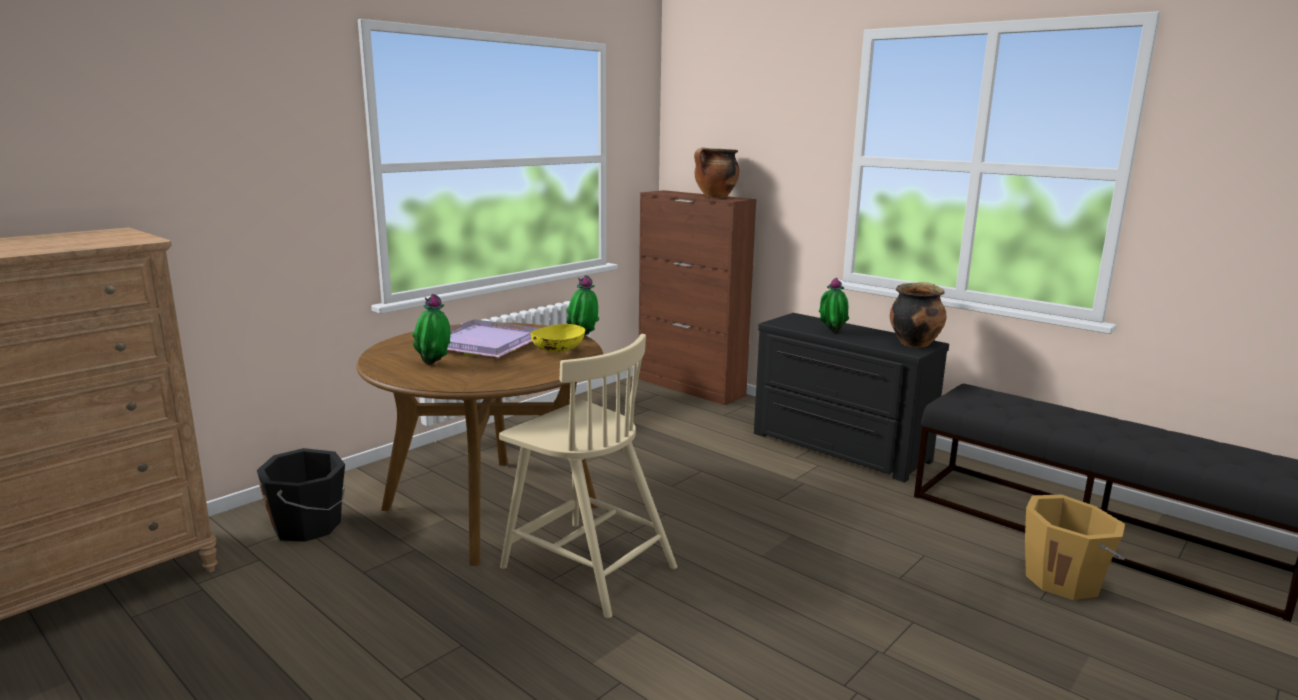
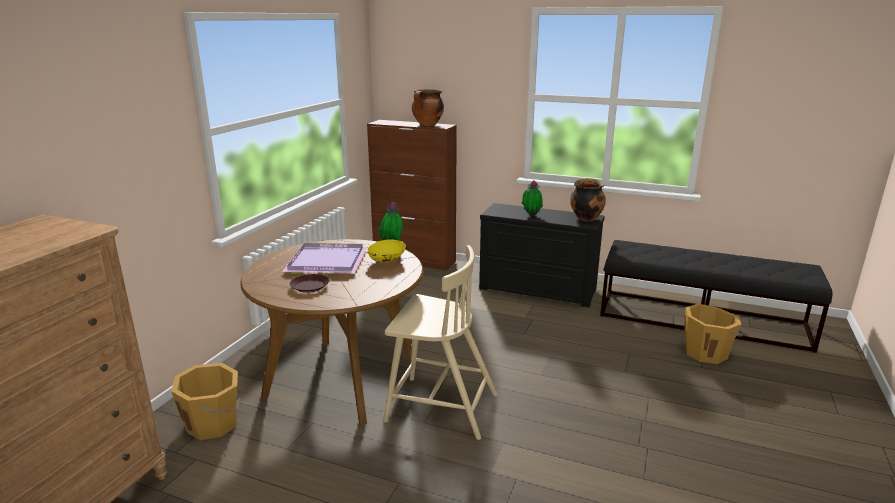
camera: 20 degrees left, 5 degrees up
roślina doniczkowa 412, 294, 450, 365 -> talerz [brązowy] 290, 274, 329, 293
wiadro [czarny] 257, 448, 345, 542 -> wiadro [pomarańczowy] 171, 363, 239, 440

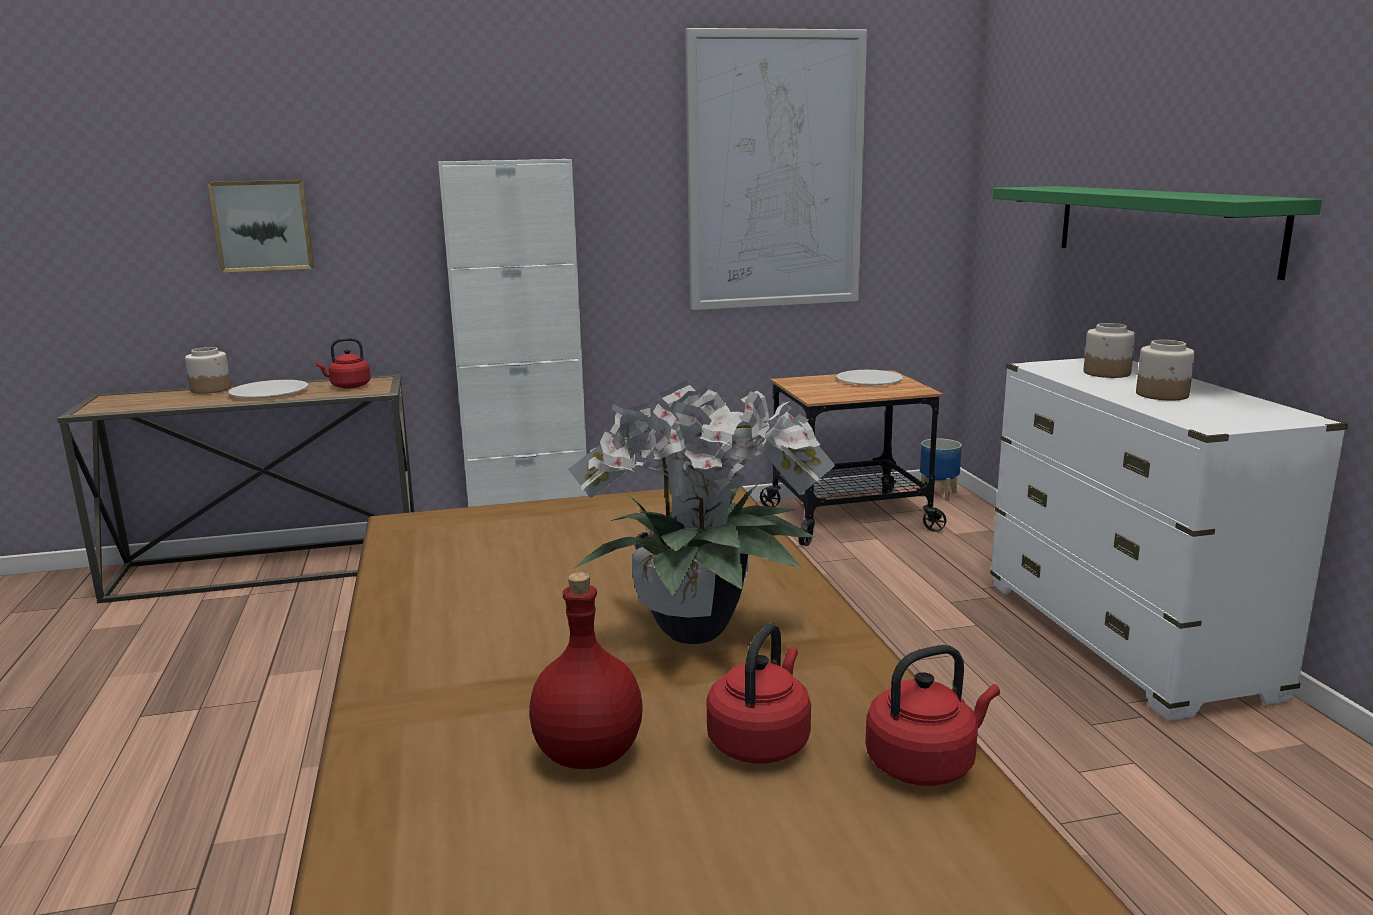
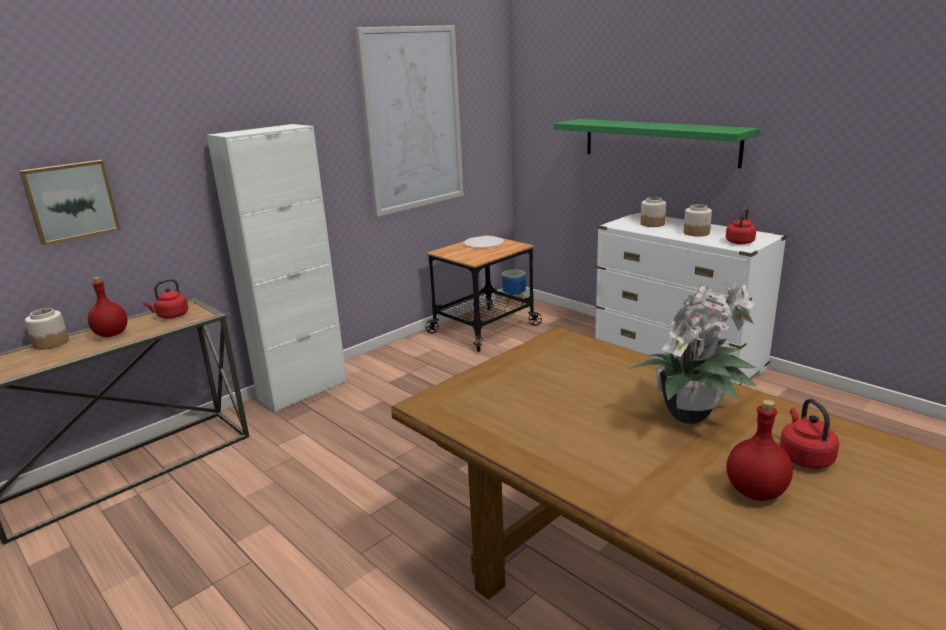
camera: 30 degrees left, 5 degrees up
talerz [biały] 229, 380, 308, 398 -> butelka [czerwony] 88, 277, 127, 337
czajnik [czerwony] 865, 645, 1000, 786 -> czajnik [czerwony] 726, 208, 756, 244, relocated

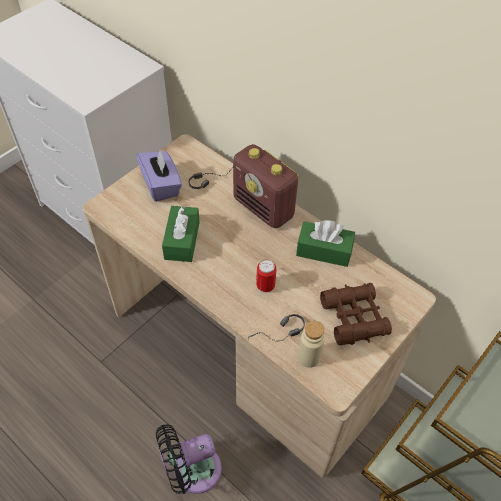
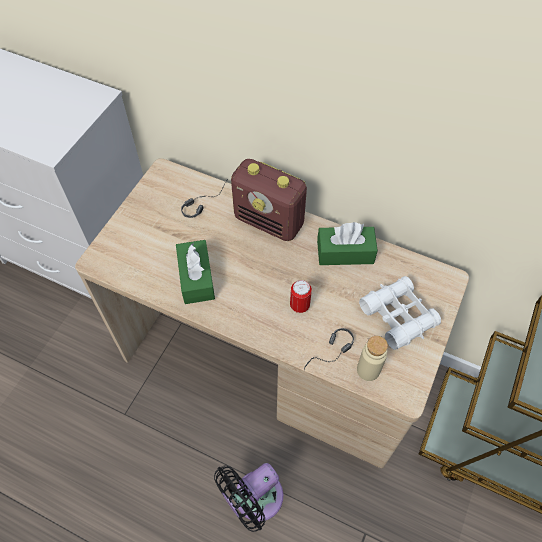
camera: 15 degrees left, 5 degrees up
pudełko chusteczek [fioletowy] 137, 150, 182, 202 -> none
lornetka [brązowy] 320, 283, 392, 345 -> lornetka [biały] 359, 276, 441, 350

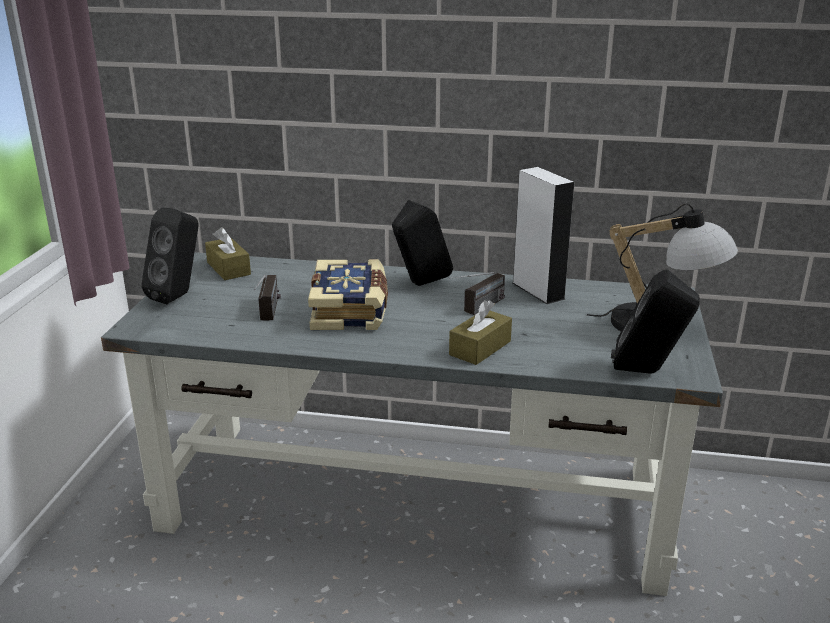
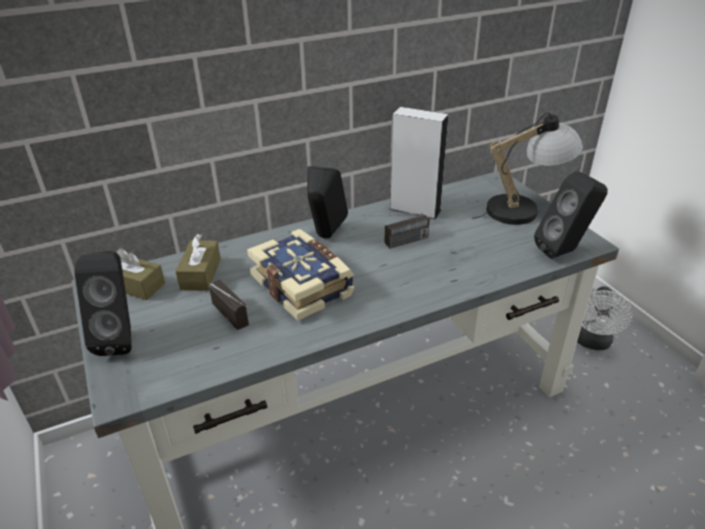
camera: 35 degrees left, 10 degrees up
radio 448, 272, 505, 315 -> radio 363, 213, 429, 248, 60 degrees clockwise
pudełko chusteczek [brązowy] 449, 300, 512, 365 -> pudełko chusteczek [brązowy] 175, 234, 221, 291, relocated
none -> wentylator [biały] 577, 287, 633, 350

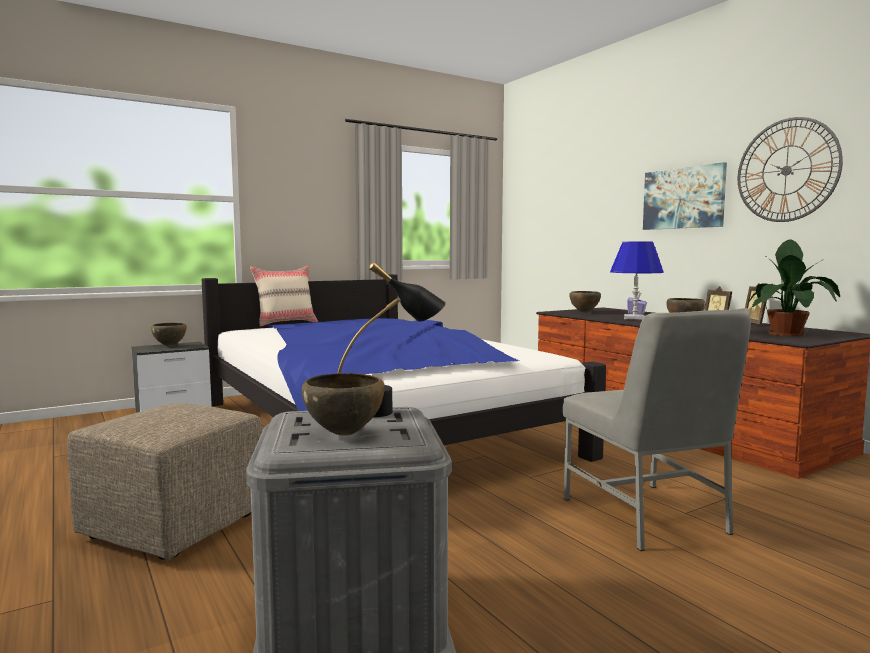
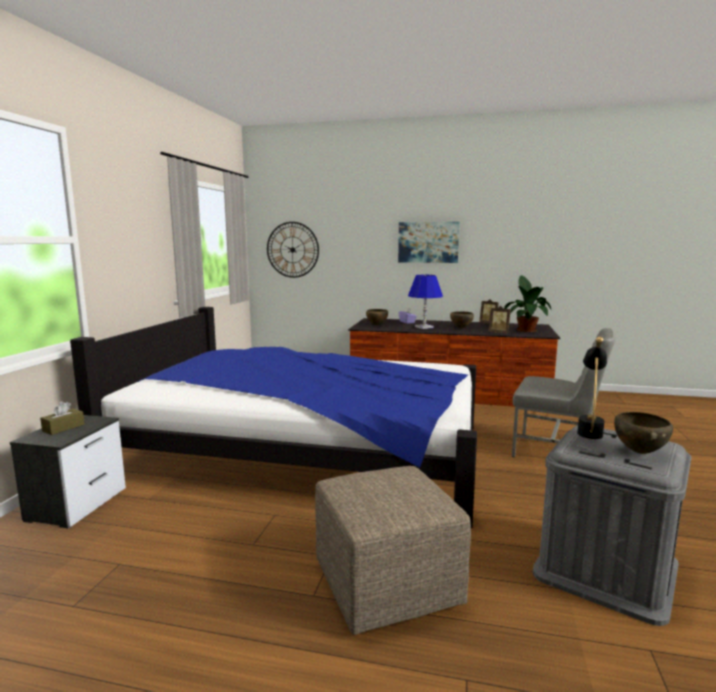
camera: 45 degrees left, 5 degrees up
zegar ścienny 738, 117, 843, 222 -> zegar ścienny 267, 222, 319, 278, relocated
poduszka [beżowy] 250, 266, 318, 326 -> none
miska [brązowy] 151, 323, 187, 346 -> pudełko chusteczek [brązowy] 40, 401, 85, 435

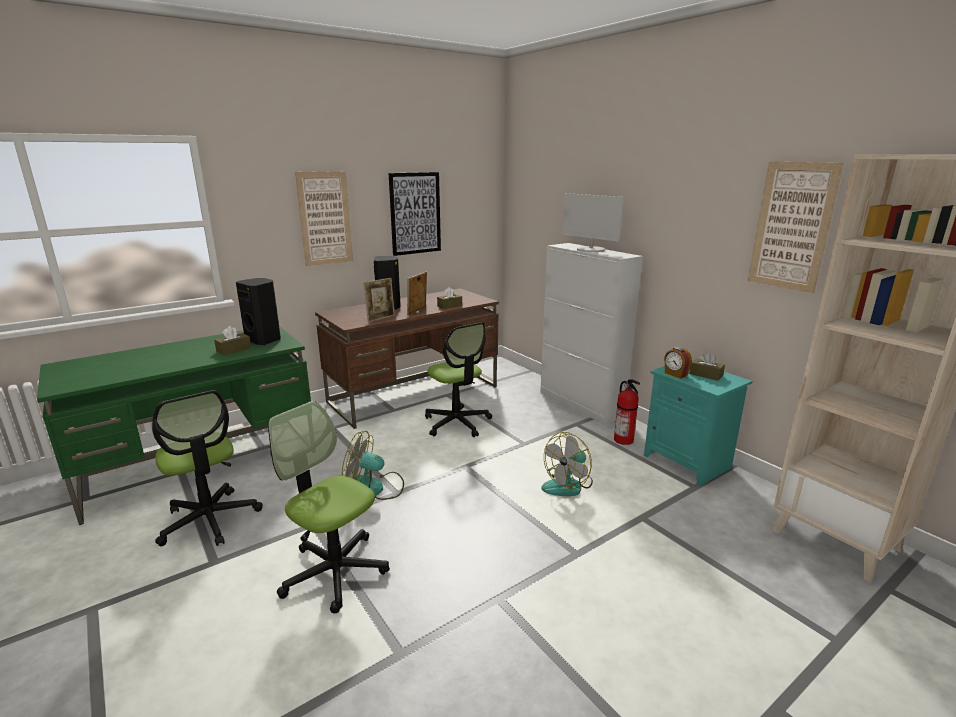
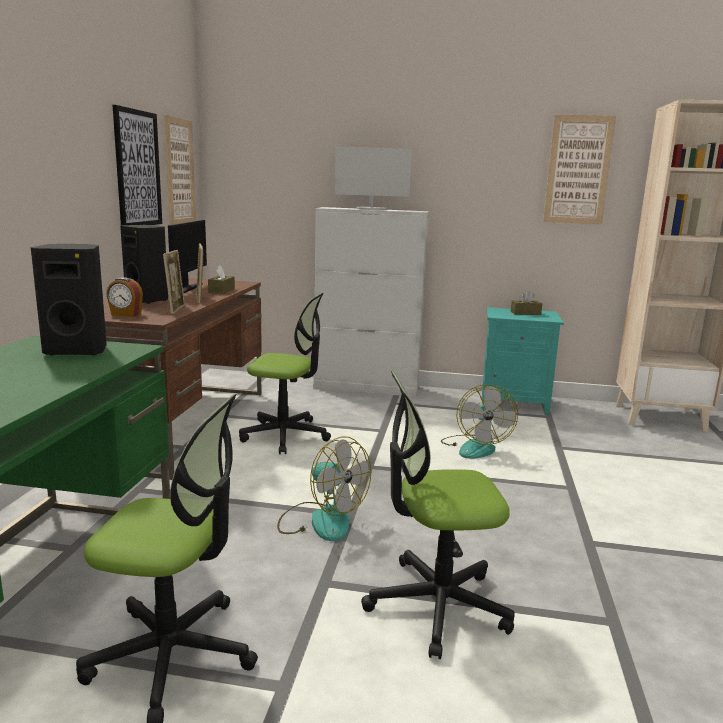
camera: 45 degrees left, 5 degrees down
obraz 295, 171, 353, 267 -> obraz 164, 115, 196, 225, relocated
pudełko chusteczek [brązowy] 214, 326, 251, 355 -> none
budzik 664, 347, 692, 379 -> budzik 106, 277, 143, 317, relocated
gaśnica 614, 379, 640, 445 -> none
wentylator 342, 431, 404, 500 -> wentylator 277, 436, 371, 541, 105 degrees counterclockwise
none -> monitor 168, 220, 207, 293

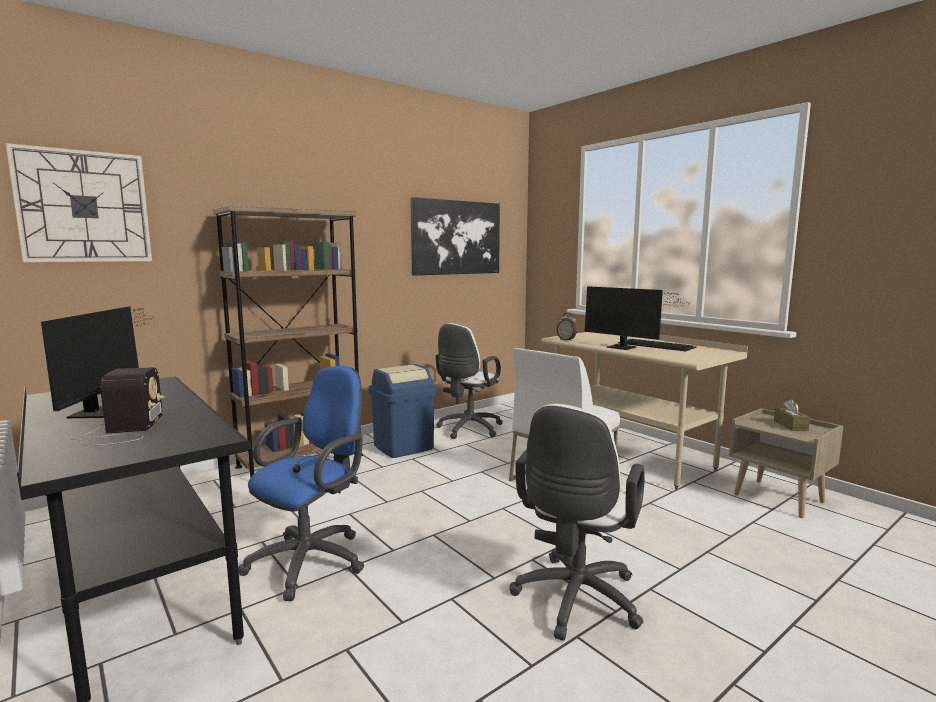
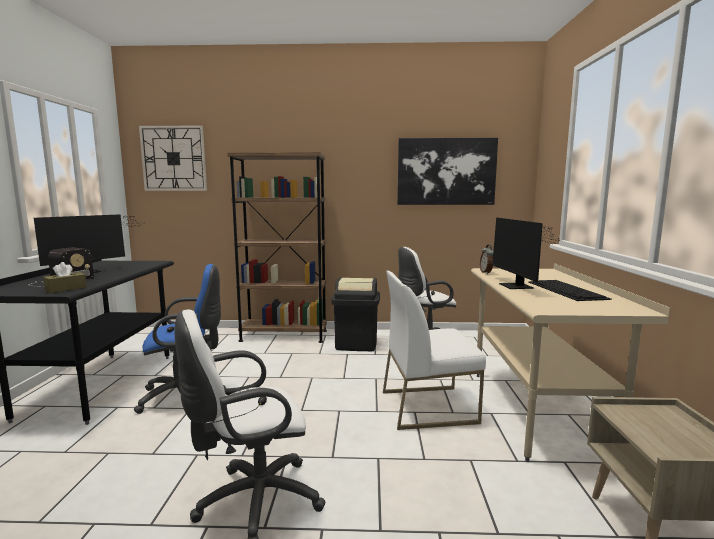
camera: 40 degrees right, 0 degrees up
kosz na śmieci [niebieski] 368, 364, 437, 458 -> kosz na śmieci [czarny] 332, 278, 380, 351
pudełko chusteczek [brązowy] 774, 399, 810, 431 -> pudełko chusteczek [brązowy] 43, 262, 87, 293, relocated

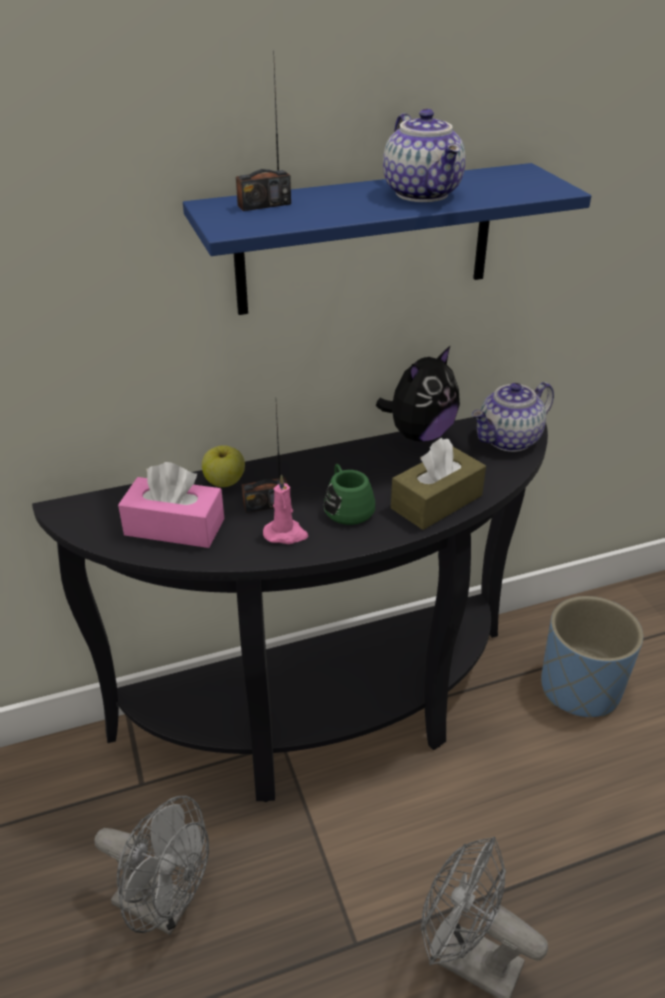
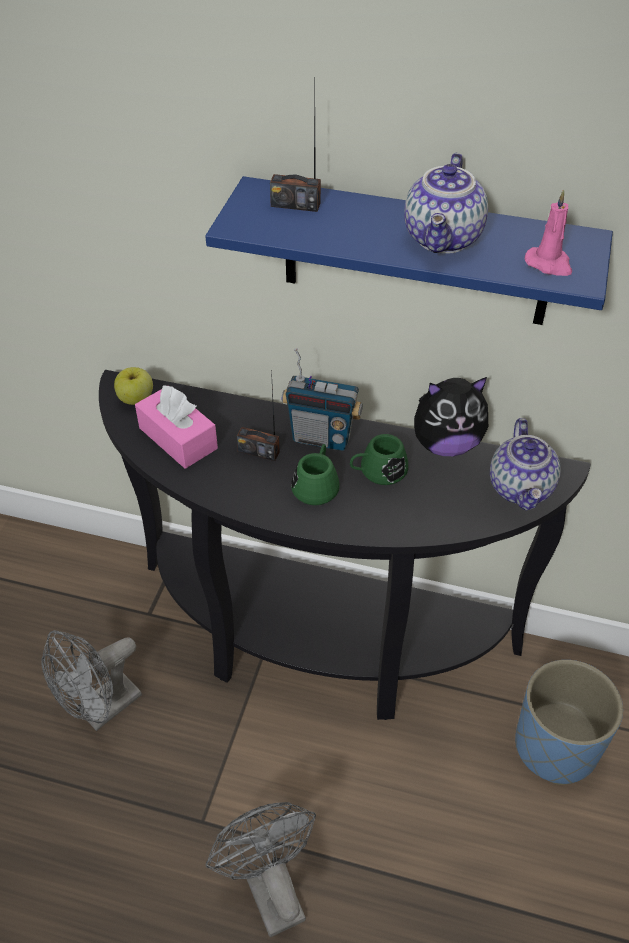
camera: 35 degrees right, 10 degrees up
imbryk 472, 382, 554, 452 -> imbryk 490, 418, 561, 511, 90 degrees counterclockwise
pudełko chusteczek [brązowy] 391, 438, 486, 530 -> none
jabłko 202, 445, 245, 487 -> jabłko 114, 367, 153, 405, relocated
świeca [różowy] 263, 474, 308, 544 -> świeca [różowy] 525, 190, 572, 276, relocated
wentylator [szary] 95, 796, 209, 935 -> wentylator [szary] 41, 630, 142, 731, 75 degrees clockwise
none -> radio 282, 348, 363, 451
none -> kubek [zielony] 350, 434, 408, 485

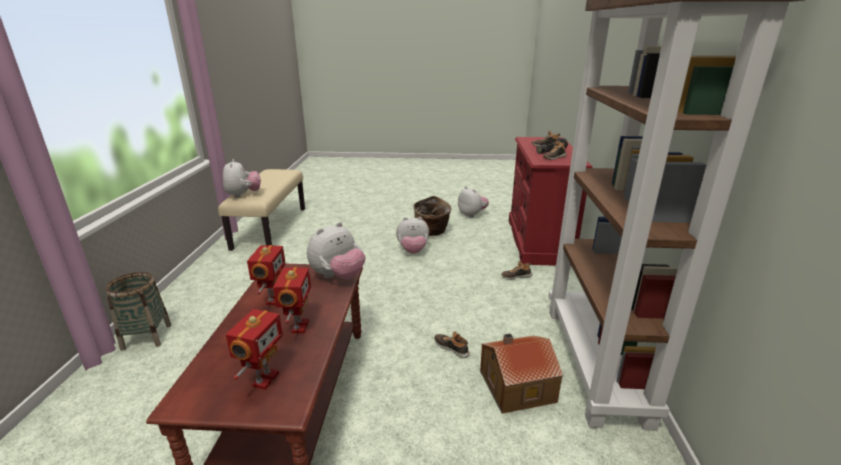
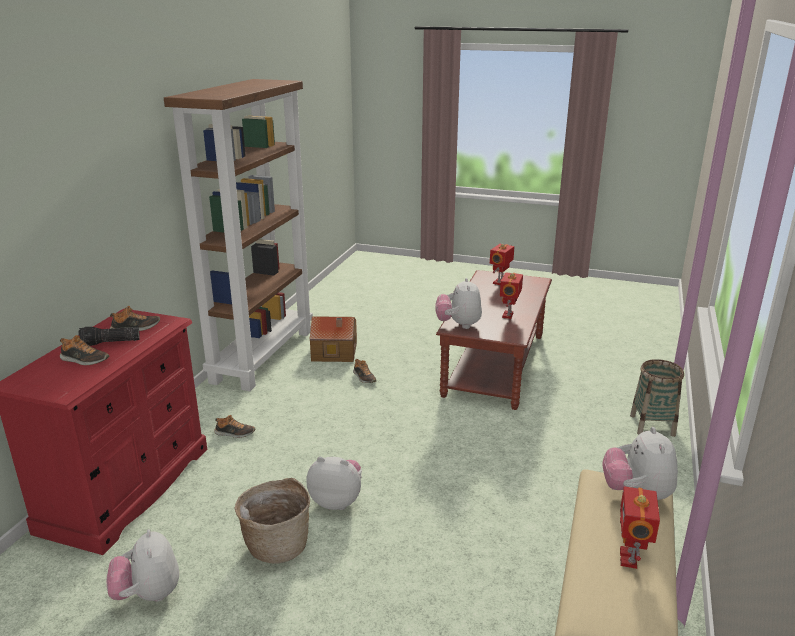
camera: 165 degrees left, 0 degrees up
pluszak 307, 222, 365, 279 -> pluszak 435, 278, 482, 329, 60 degrees counterclockwise
robot zabawkowy 273, 267, 311, 333 -> robot zabawkowy 620, 486, 660, 569, relocated

